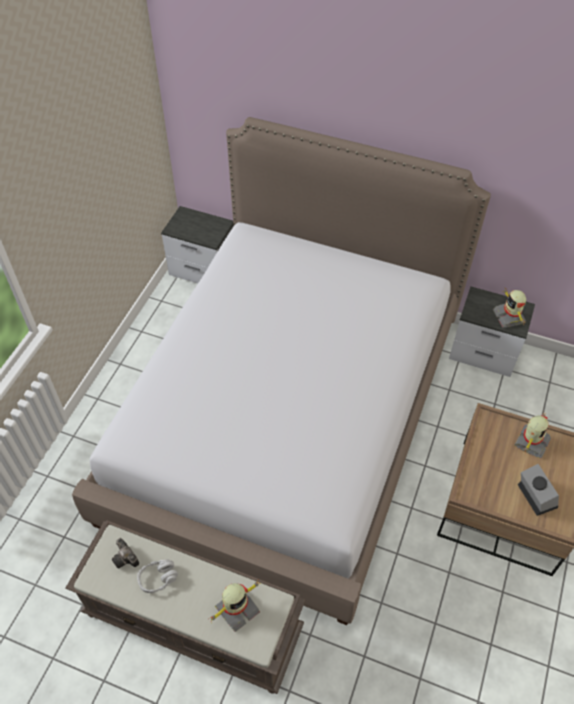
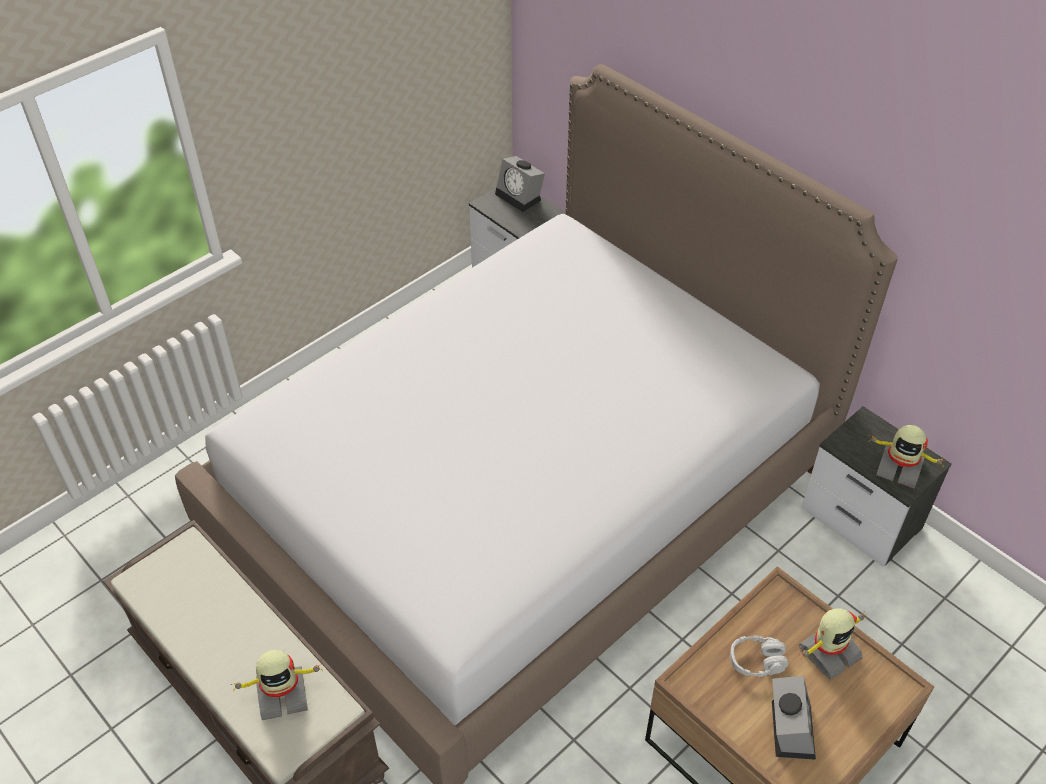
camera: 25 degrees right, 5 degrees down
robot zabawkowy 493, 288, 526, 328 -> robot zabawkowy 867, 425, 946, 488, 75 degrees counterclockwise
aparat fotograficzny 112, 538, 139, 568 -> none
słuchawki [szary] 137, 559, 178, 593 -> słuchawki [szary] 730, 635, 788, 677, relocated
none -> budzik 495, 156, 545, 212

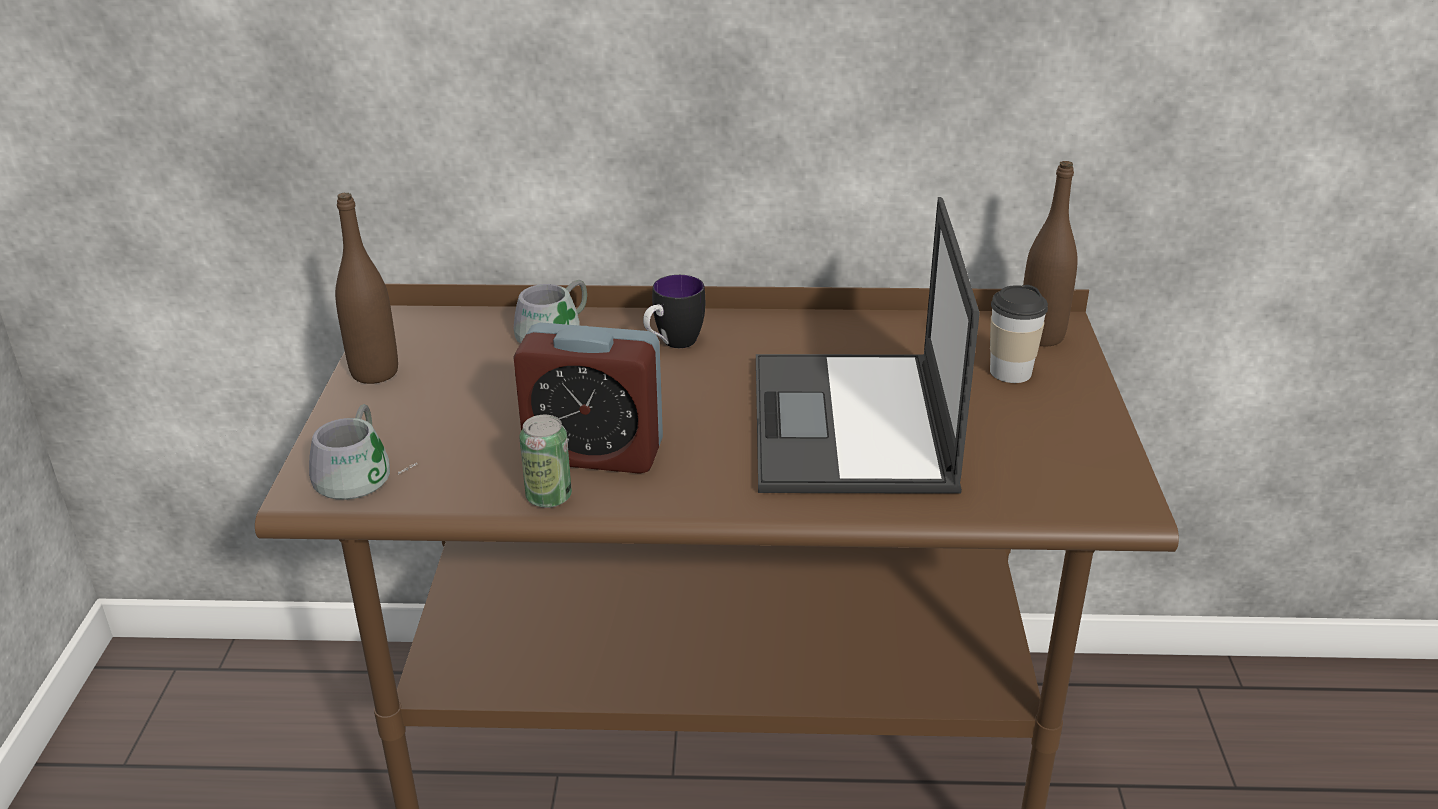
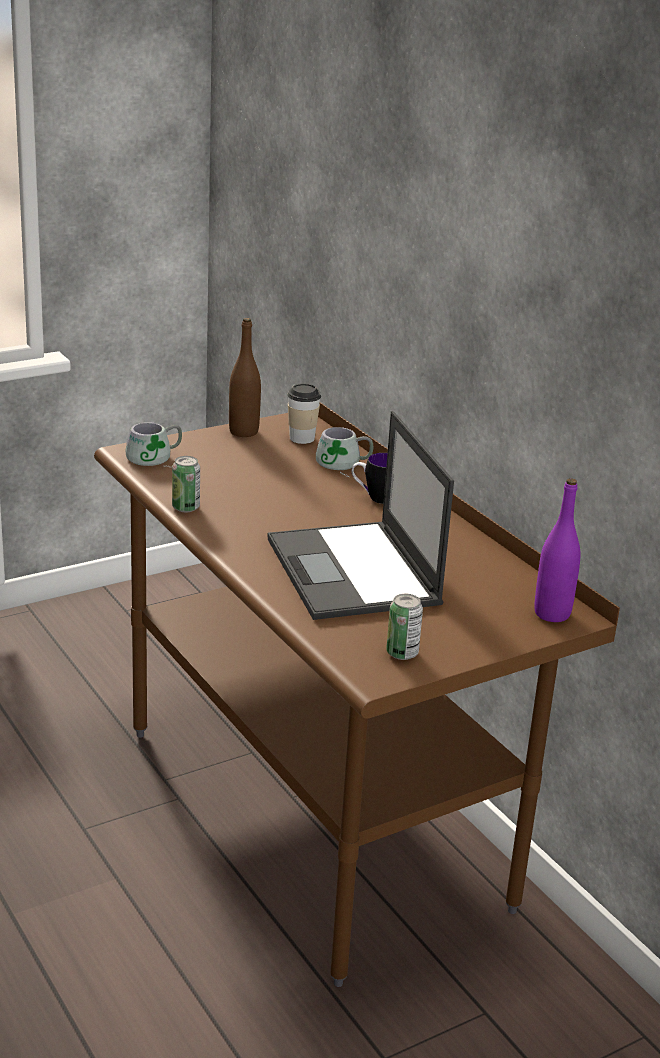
camera: 55 degrees right, 5 degrees down
butelka [brązowy] 1023, 161, 1078, 346 -> butelka [fioletowy] 534, 478, 581, 622
laptop 756, 197, 980, 494 -> laptop 268, 411, 454, 620, 75 degrees counterclockwise
filiżanka 990, 285, 1048, 383 -> filiżanka 287, 383, 321, 444, relocated
budzik 513, 322, 663, 474 -> none
none -> puszka 386, 594, 423, 660

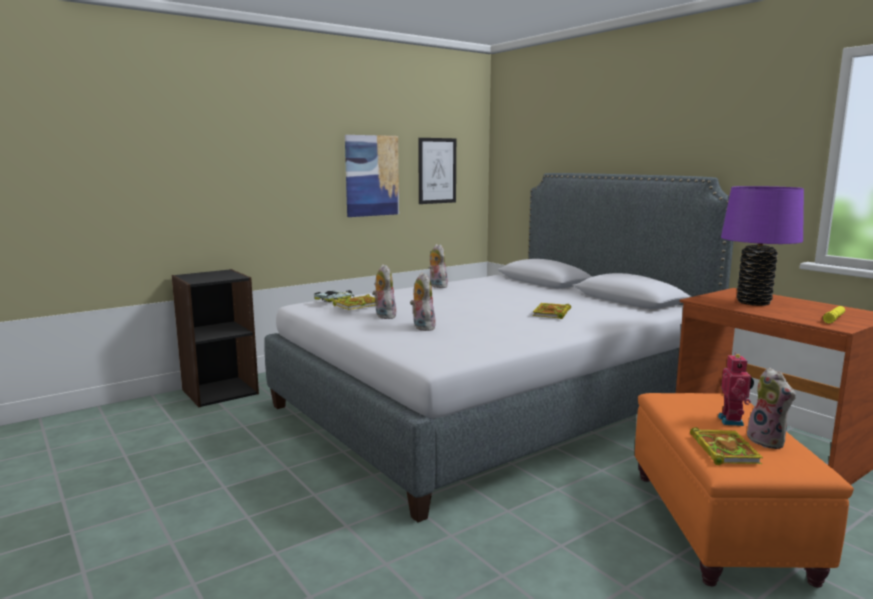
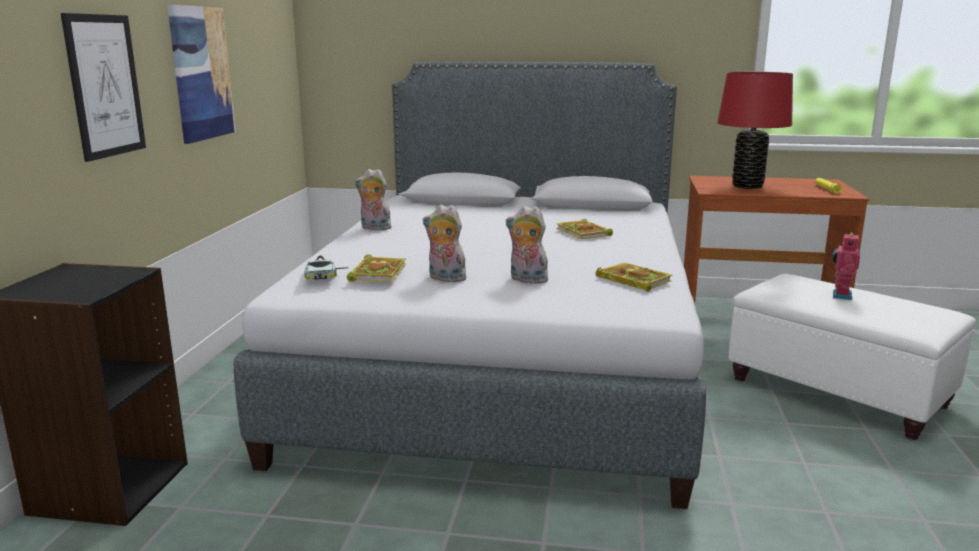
camera: 45 degrees left, 5 degrees up
obraz 418, 138, 456, 204 -> obraz 61, 13, 146, 162, relocated
lampa stołowa [fioletowy] 721, 186, 804, 306 -> lampa stołowa [czerwony] 717, 72, 793, 189
robot zabawkowy 718, 353, 754, 426 -> robot zabawkowy 833, 232, 860, 300, 120 degrees counterclockwise
pluszak 747, 367, 796, 449 -> none
pufa [pomarańczowy] 635, 393, 854, 588 -> pufa [biały] 728, 274, 976, 440
książka 690, 427, 763, 465 -> książka 596, 263, 672, 292, relocated

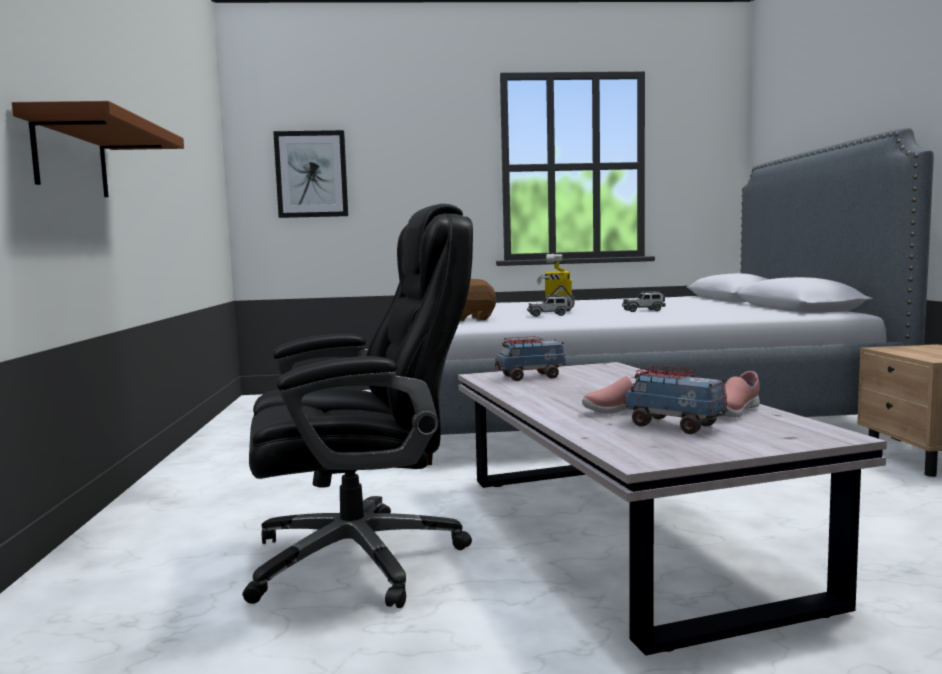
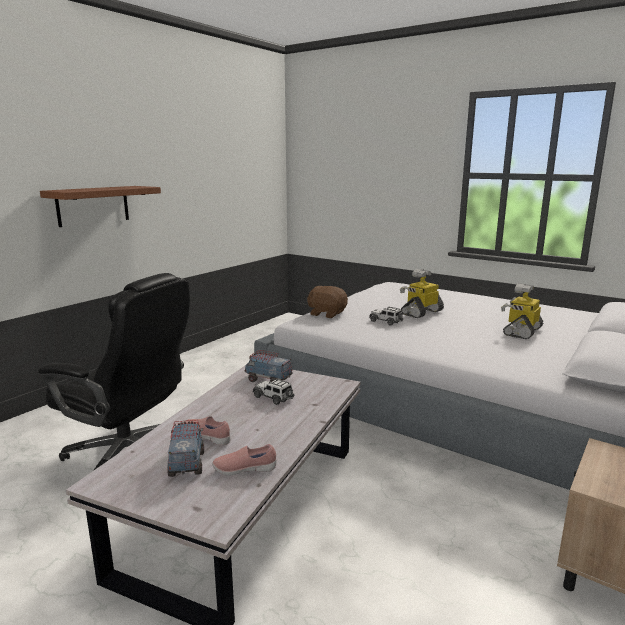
camera: 40 degrees right, 10 degrees up
obraz 273, 130, 348, 218 -> none
samochodzik 622, 291, 666, 312 -> samochodzik 253, 379, 294, 405, relocated
none -> robot zabawkowy 501, 283, 543, 339

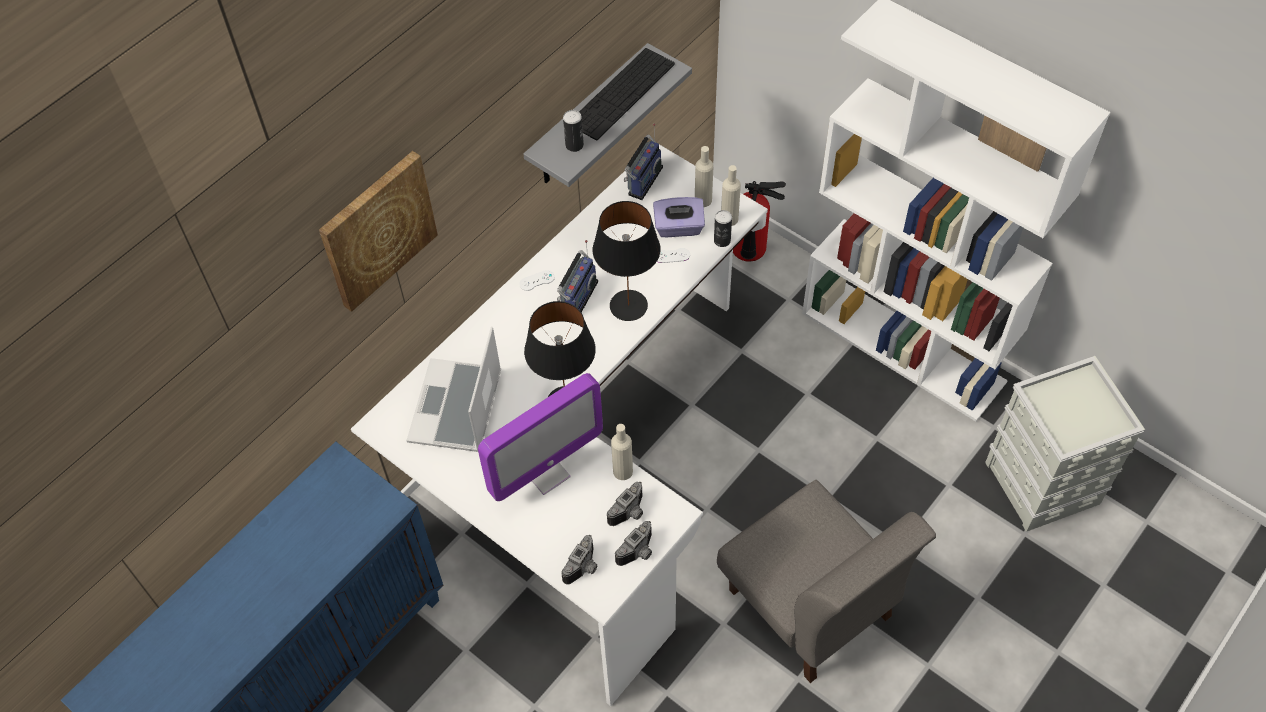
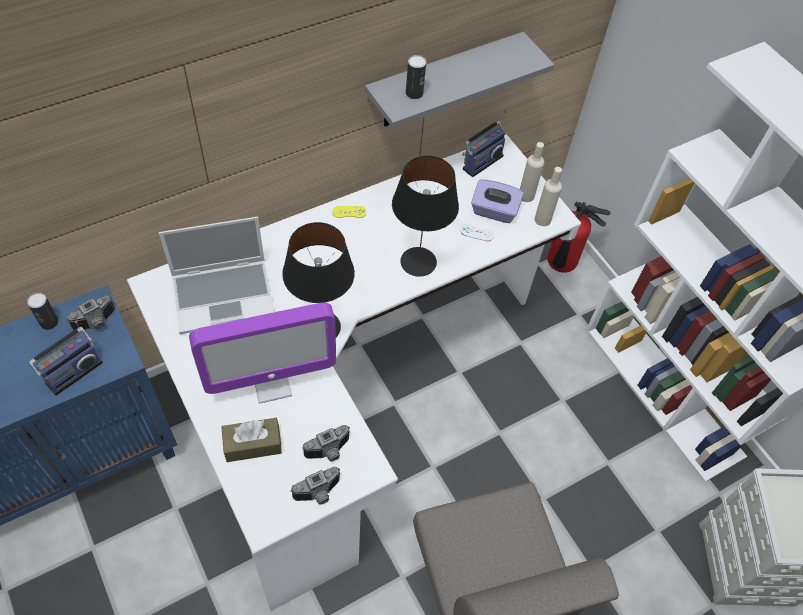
camera: 15 degrees right, 0 degrees up
klawiatura 579, 48, 675, 141 -> none
obraz 319, 151, 438, 312 -> none
puszka 714, 210, 732, 247 -> puszka 27, 292, 59, 330, relocated
radio 557, 240, 598, 313 -> radio 29, 321, 103, 396, relocated
pad do gier [biały] 519, 270, 555, 291 -> pad do gier [żółty] 332, 206, 367, 218
laptop 406, 326, 501, 452 -> laptop 159, 217, 275, 334, 135 degrees counterclockwise
butelka [beżowy] 611, 424, 633, 480 -> none
aparat fotograficzny 561, 535, 598, 585 -> aparat fotograficzny 67, 295, 115, 330, relocated
none -> pudełko chusteczek [brązowy] 221, 418, 282, 462

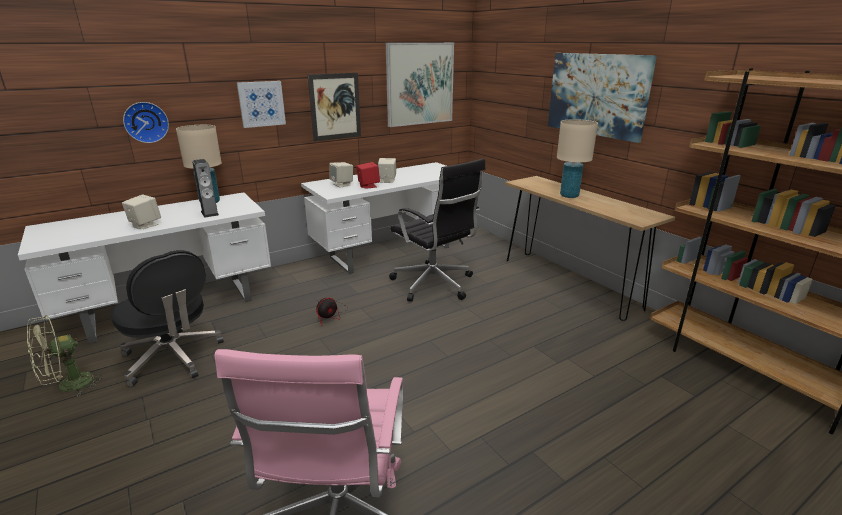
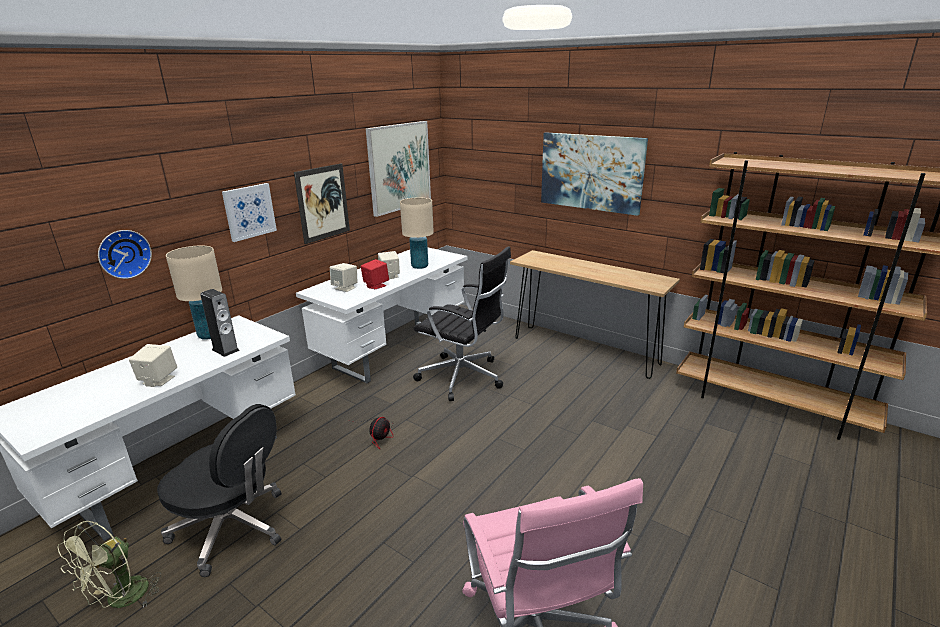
camera: 20 degrees left, 0 degrees up
lampa stołowa [beżowy] 557, 119, 598, 198 -> lampa stołowa [beżowy] 400, 198, 434, 269, relocated

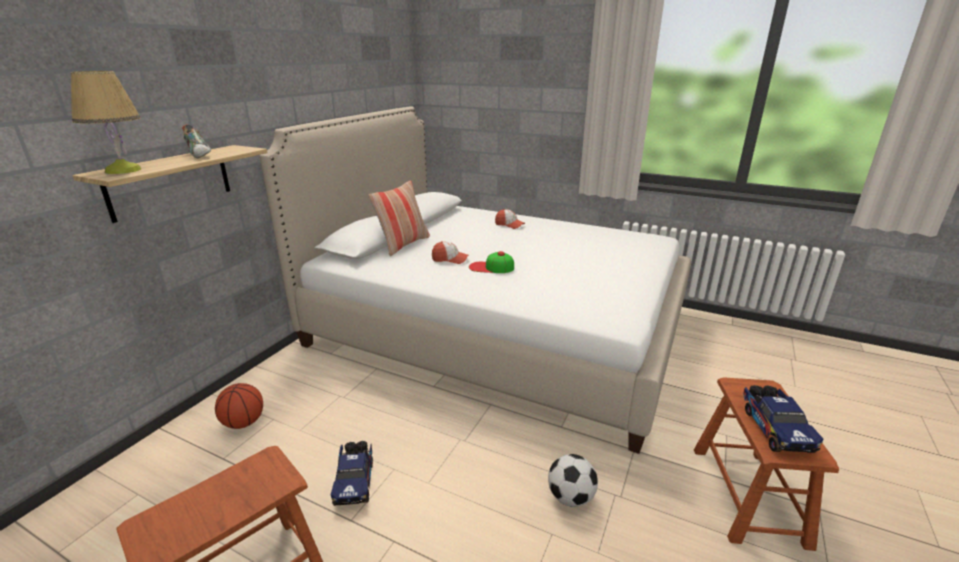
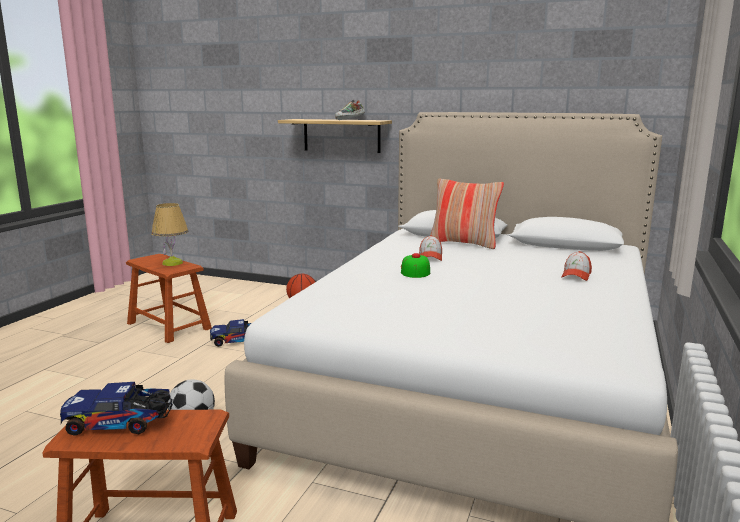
camera: 85 degrees right, 10 degrees down
lampa stołowa 71, 71, 141, 174 -> lampa stołowa 151, 203, 188, 266, relocated

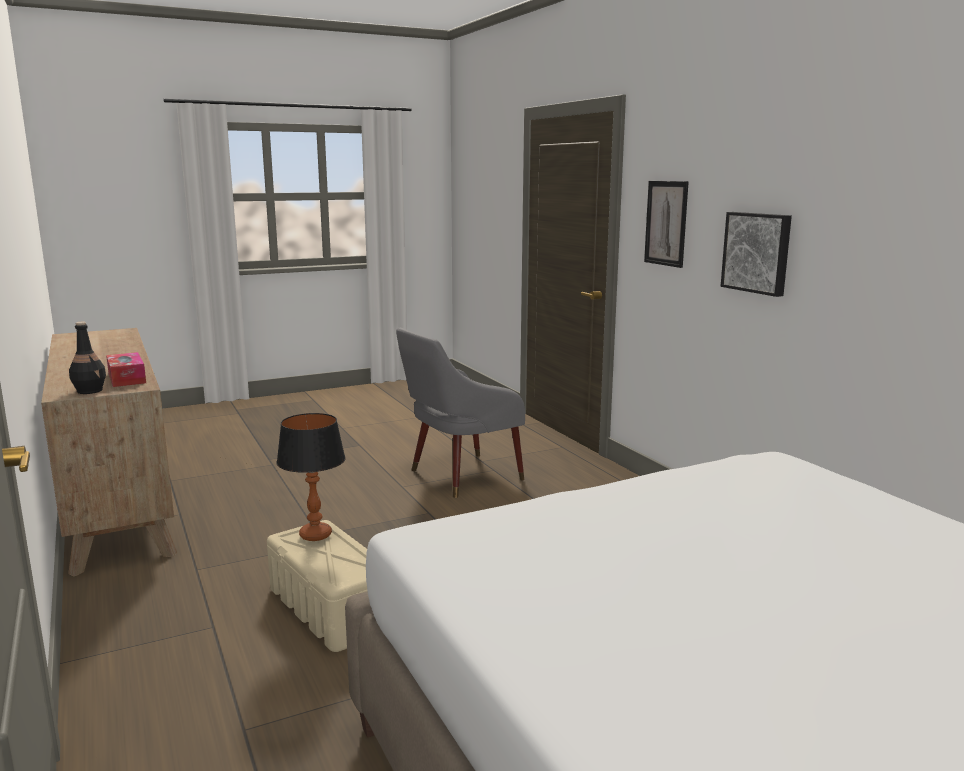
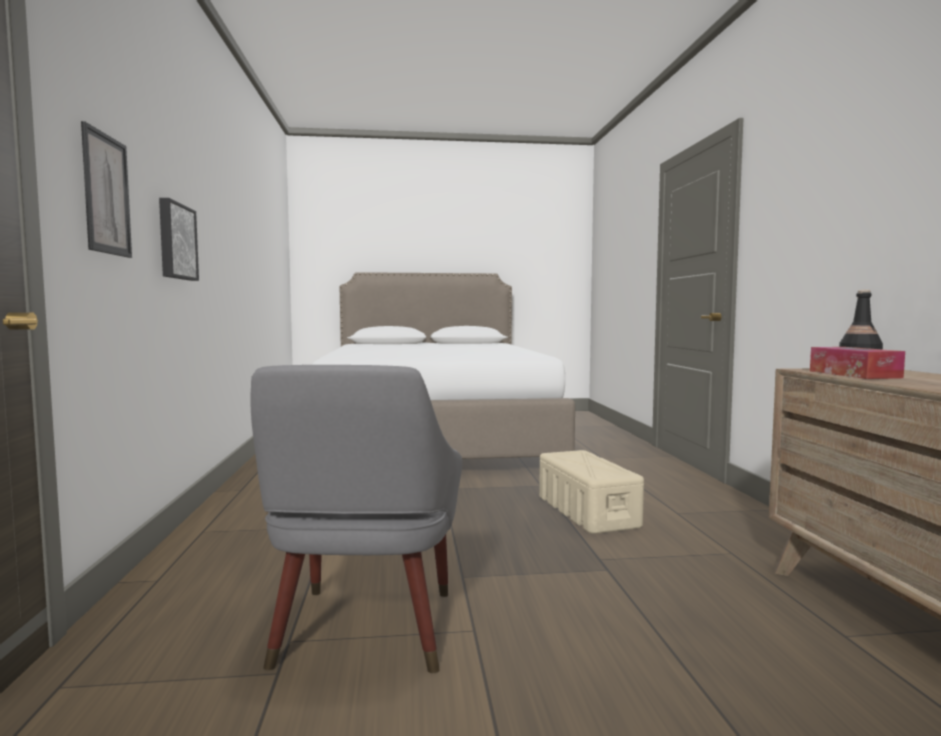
camera: 160 degrees left, 10 degrees down
fotel [szary] 396, 328, 525, 498 -> fotel [szary] 250, 365, 462, 673, 105 degrees clockwise
lampa stołowa 277, 413, 346, 541 -> none

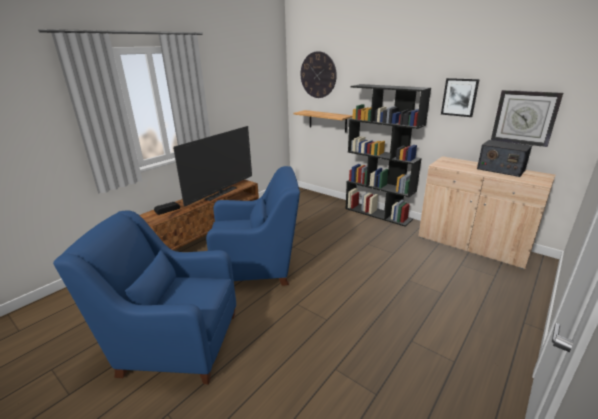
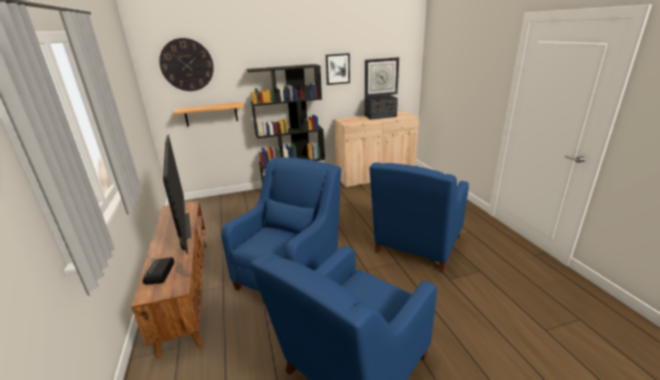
camera: 55 degrees left, 0 degrees up
none -> fotel [niebieski] 369, 162, 469, 273

